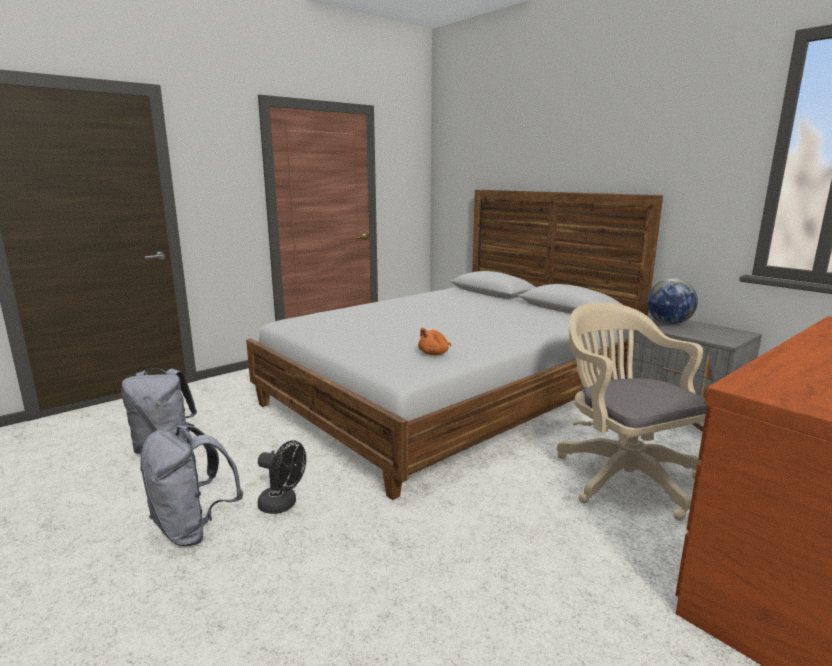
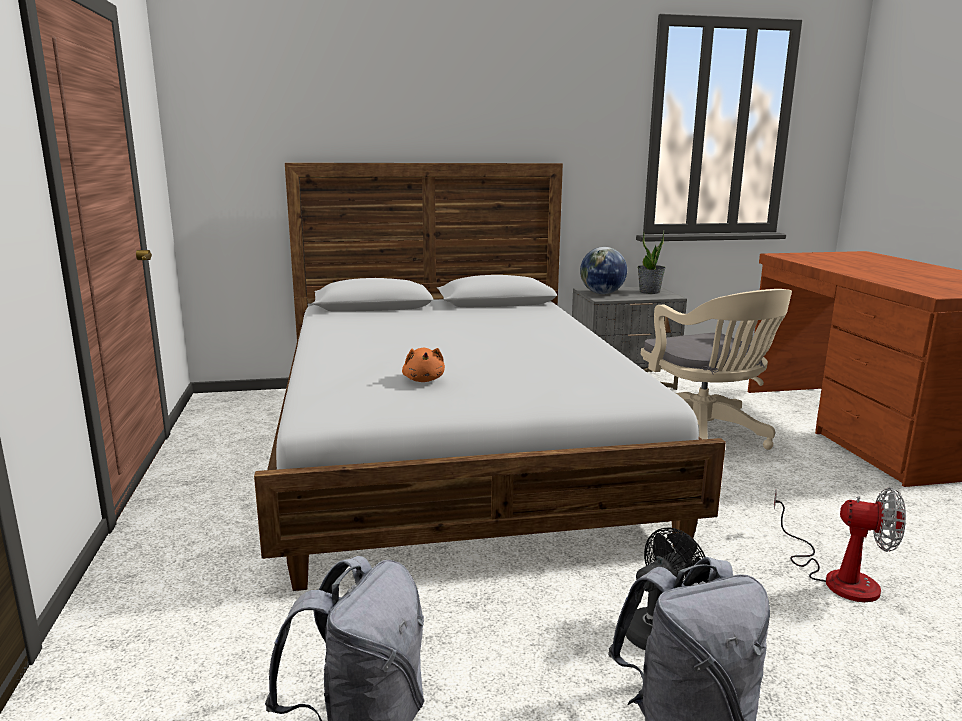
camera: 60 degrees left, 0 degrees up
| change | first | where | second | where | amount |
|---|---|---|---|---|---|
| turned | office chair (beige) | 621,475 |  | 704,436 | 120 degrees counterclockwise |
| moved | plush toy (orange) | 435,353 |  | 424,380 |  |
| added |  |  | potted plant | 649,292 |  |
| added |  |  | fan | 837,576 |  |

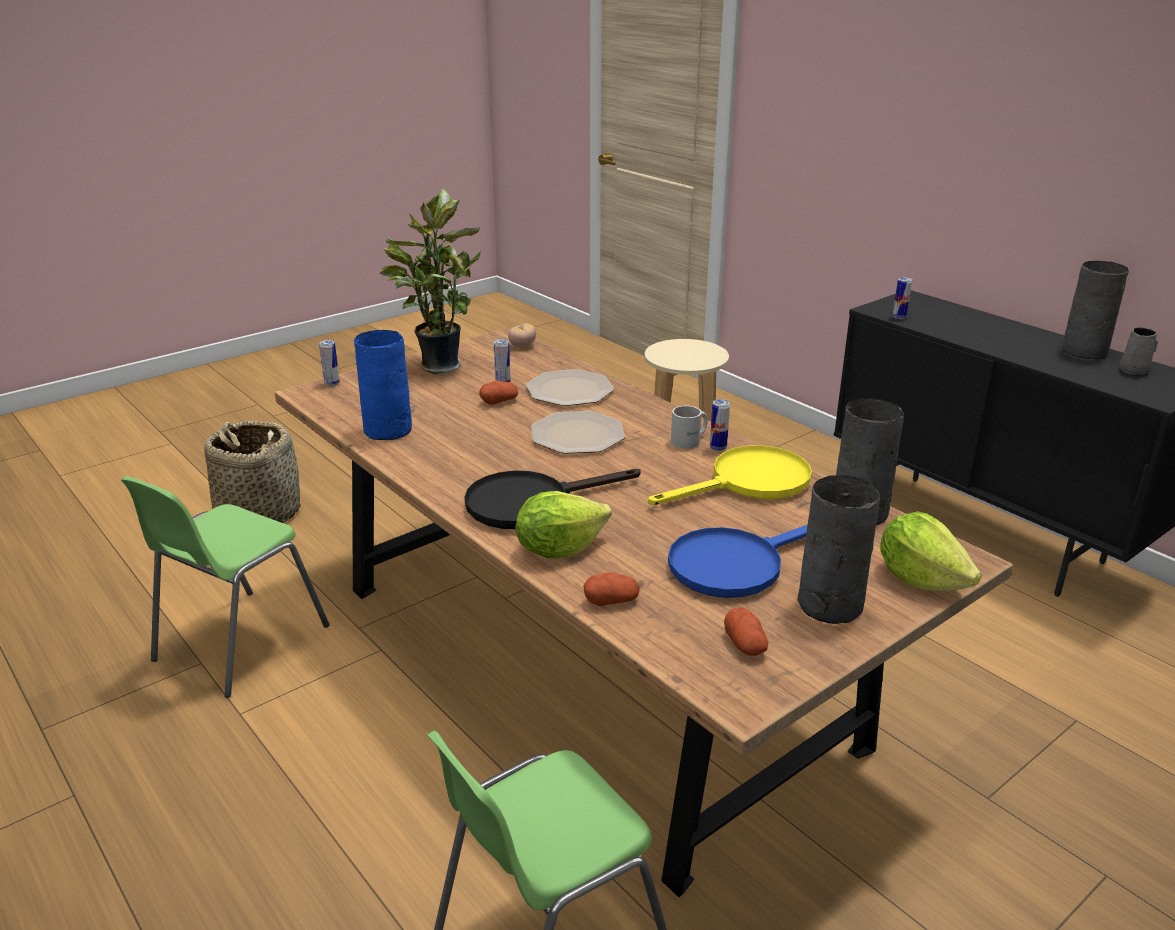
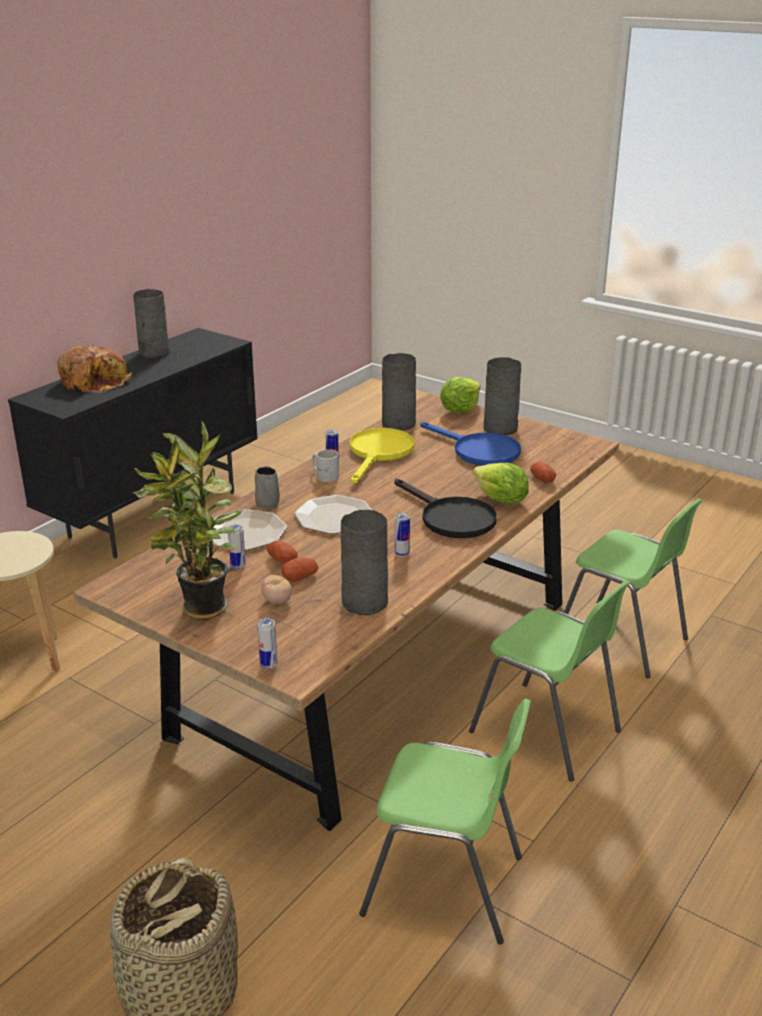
camera: 105 degrees left, 0 degrees up
| change | first | where | second | where | amount |
|---|---|---|---|---|---|
| moved | can | 899,317 |  | 402,554 |  |
| moved | tomato | 522,346 |  | 277,601 |  |
| moved | mug (grey) | 1134,370 |  | 266,503 |  |
| recoloured | vase (blue) | 388,430 | vase (grey) | 366,602 |  |
| turned | frying pan (yellow) | 749,483 |  | 379,453 | 60 degrees clockwise |
| moved | potato | 745,644 |  | 300,577 |  |
| added |  |  | bread | 95,381 |  |
| added |  |  | chair (green) | 546,732 |  |

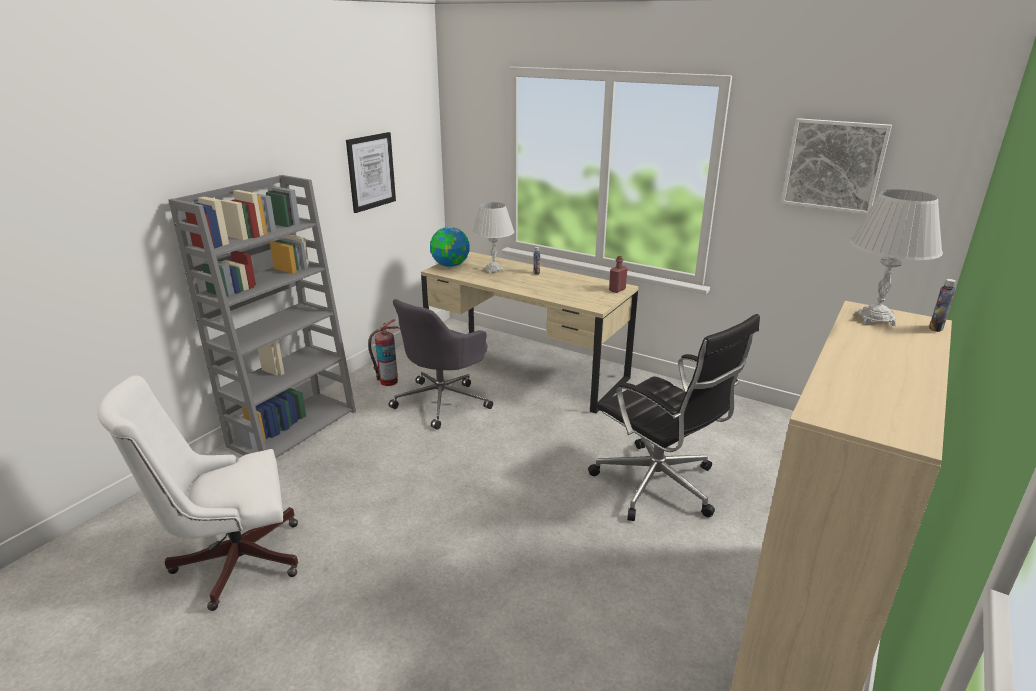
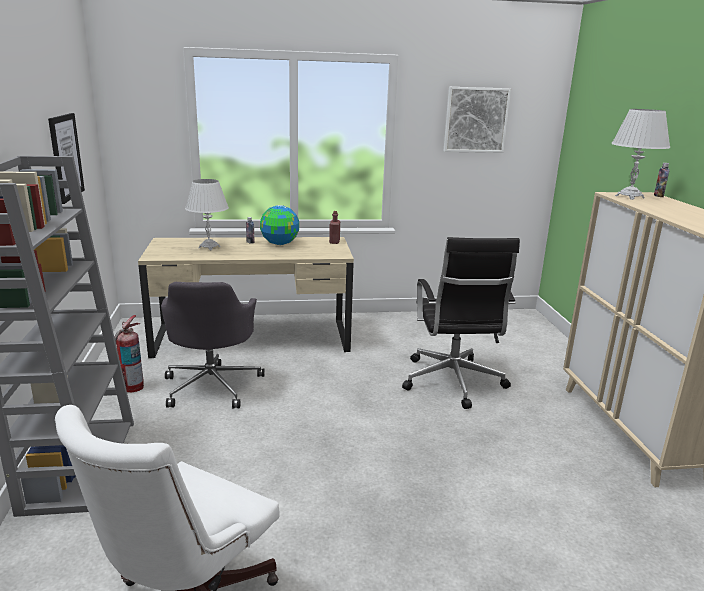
camera: 40 degrees left, 5 degrees down
| change | first | where | second | where | amount |
|---|---|---|---|---|---|
| moved | globe | 450,265 |  | 280,244 |  |
| turned | office chair (black) | 659,486 |  | 453,382 | 75 degrees clockwise |

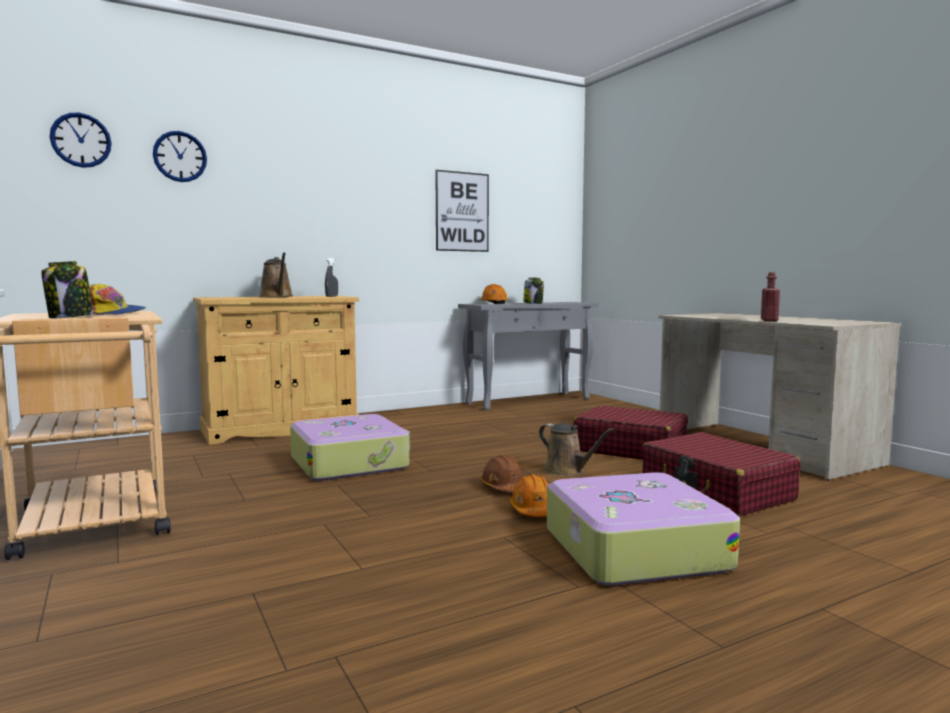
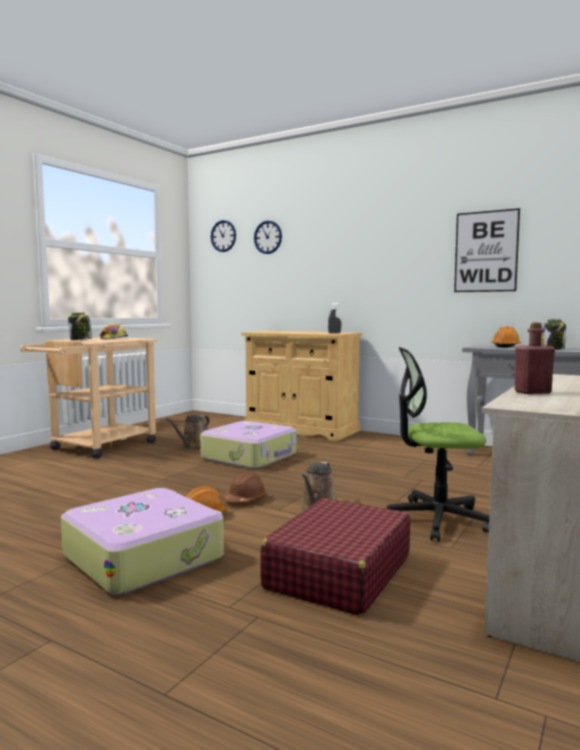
camera: 60 degrees right, 0 degrees up
| change | first | where | second | where | amount |
|---|---|---|---|---|---|
| moved | watering can (brown) | 277,297 |  | 193,446 |  |
| replaced | suitcase (red) | 629,449 | office chair | 436,519 |  |

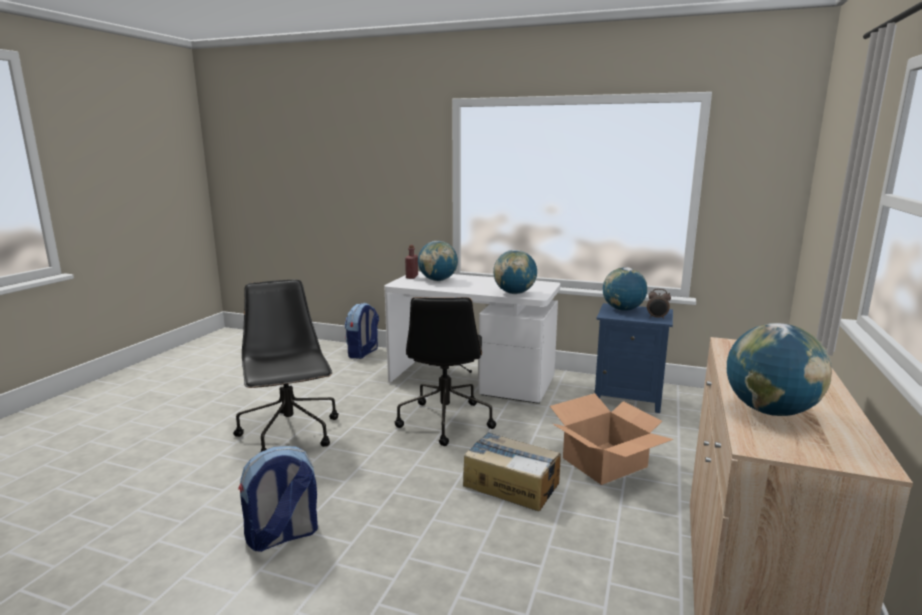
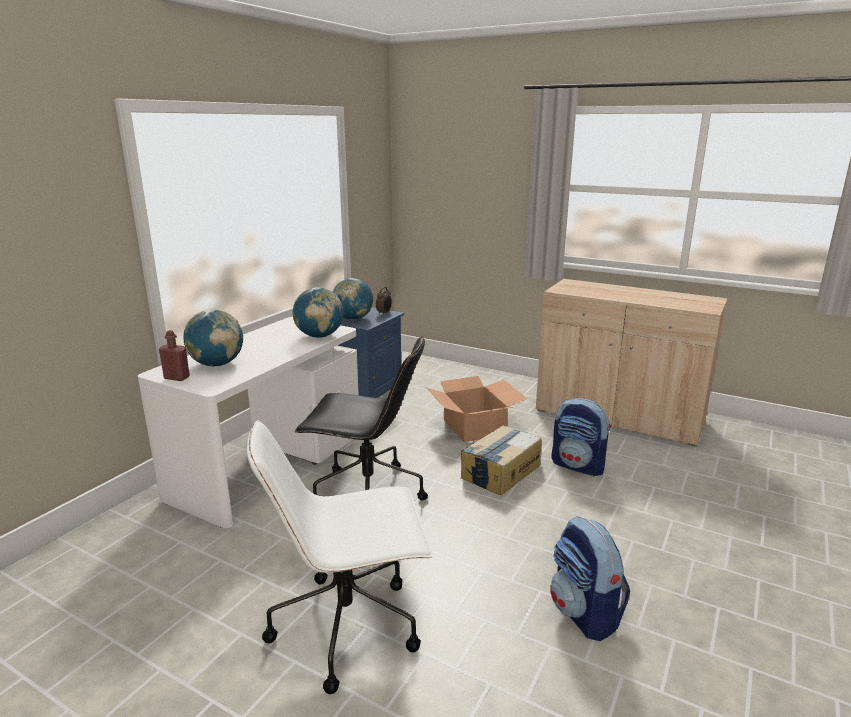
camera: 80 degrees left, 5 degrees up
| change | first | where | second | where | amount |
|---|---|---|---|---|---|
| recoloured | office chair (black) | 290,434 | office chair (white) | 349,625 |  |
| moved | backpack | 363,353 |  | 578,466 |  |
| removed | globe | 770,411 |  |  |  |

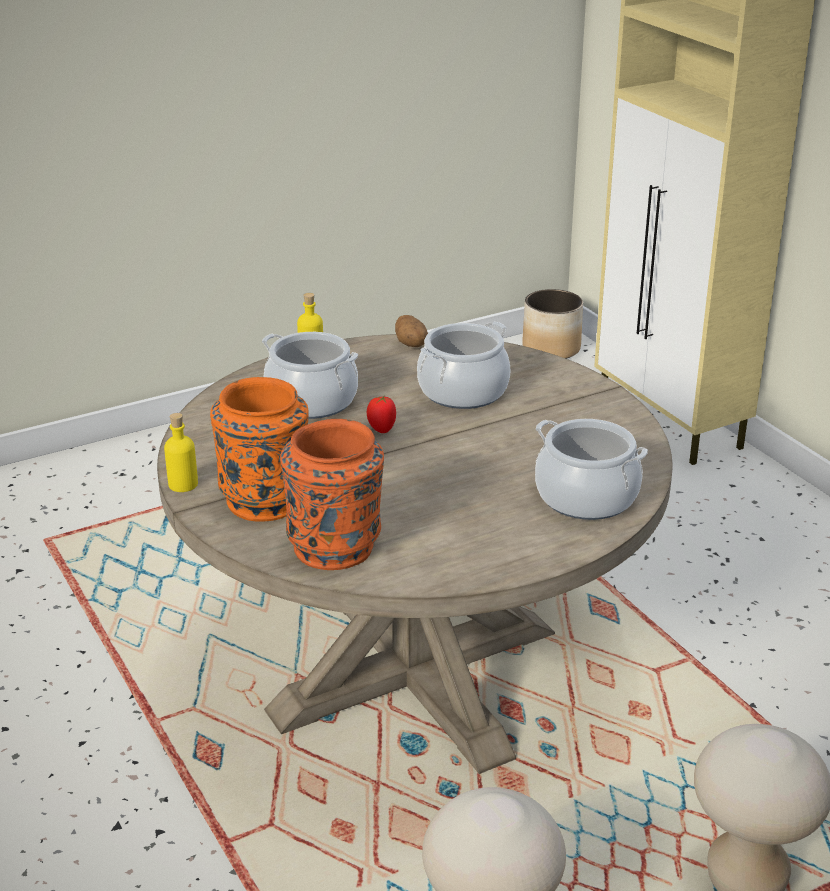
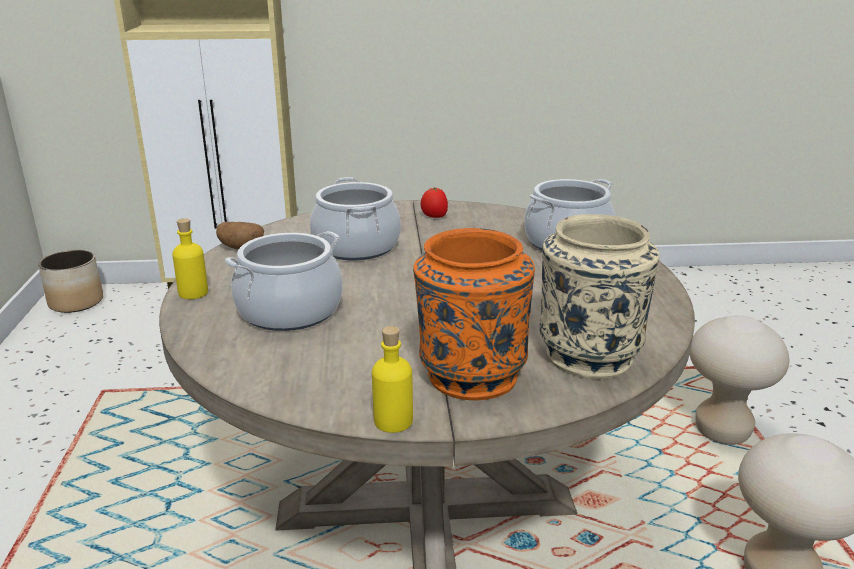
camera: 65 degrees left, 5 degrees down
| change | first | where | second | where | amount |
|---|---|---|---|---|---|
| moved | tomato | 381,429 |  | 434,217 |  |
| recoloured | vase (orange) | 335,547 | vase (beige) | 588,355 |  |

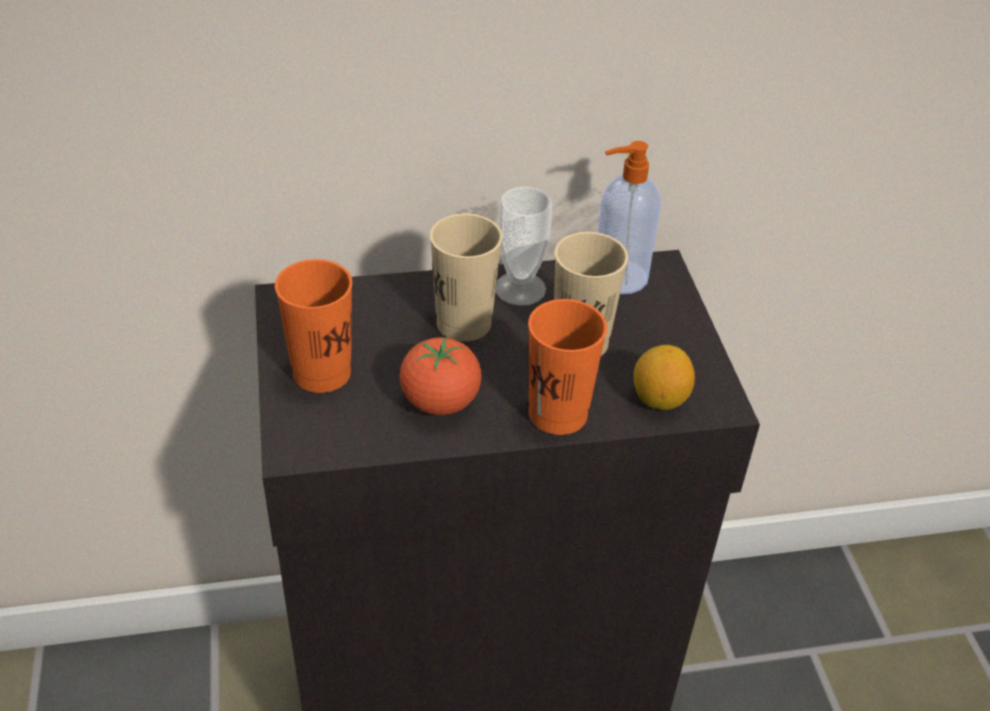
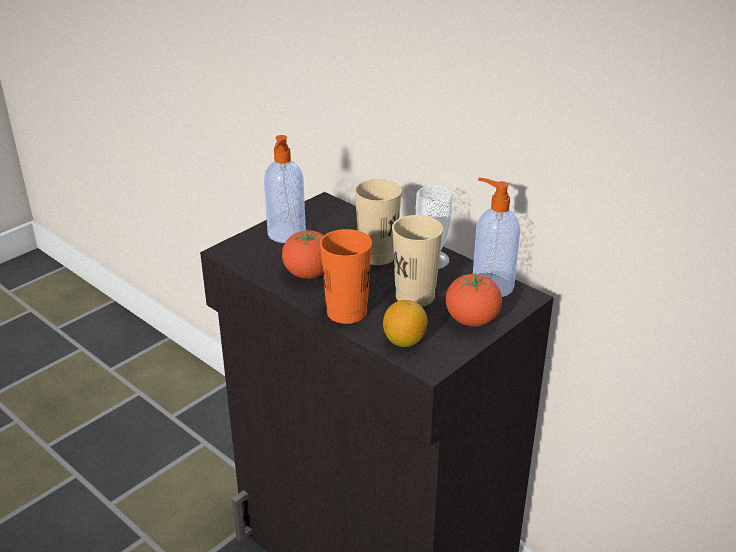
camera: 55 degrees right, 10 degrees down
| change | first | where | second | where | amount |
|---|---|---|---|---|---|
| replaced | cup (orange) | 322,373 | soap dispenser | 286,234 |  |
| added |  |  | tomato | 472,320 |  |

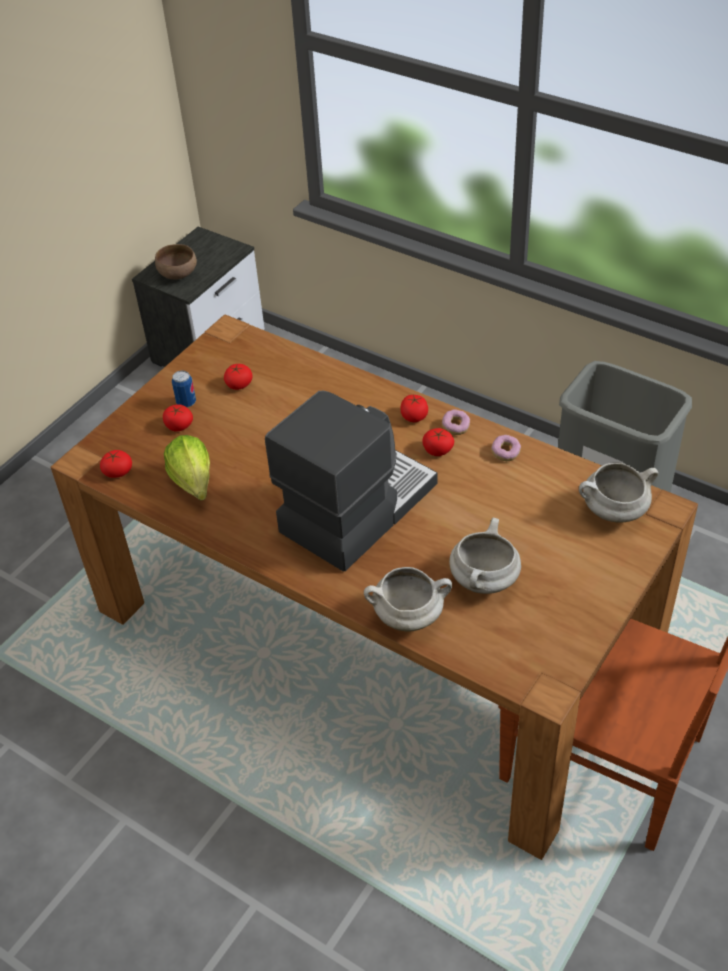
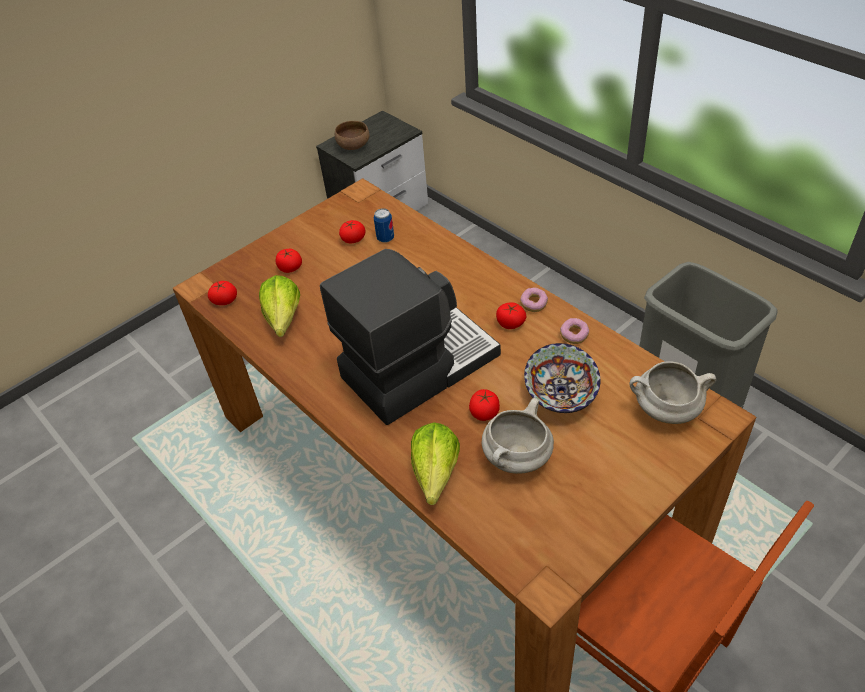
camera: 15 degrees right, 0 degrees up
| change | first | where | second | where | amount |
|---|---|---|---|---|---|
| moved | can | 186,403 |  | 385,238 |  |
| moved | tomato | 414,416 |  | 484,412 |  |
| replaced | cooking pot (white) | 409,616 | lettuce | 433,480 |  |
| added |  |  | bowl | 561,393 |  |

